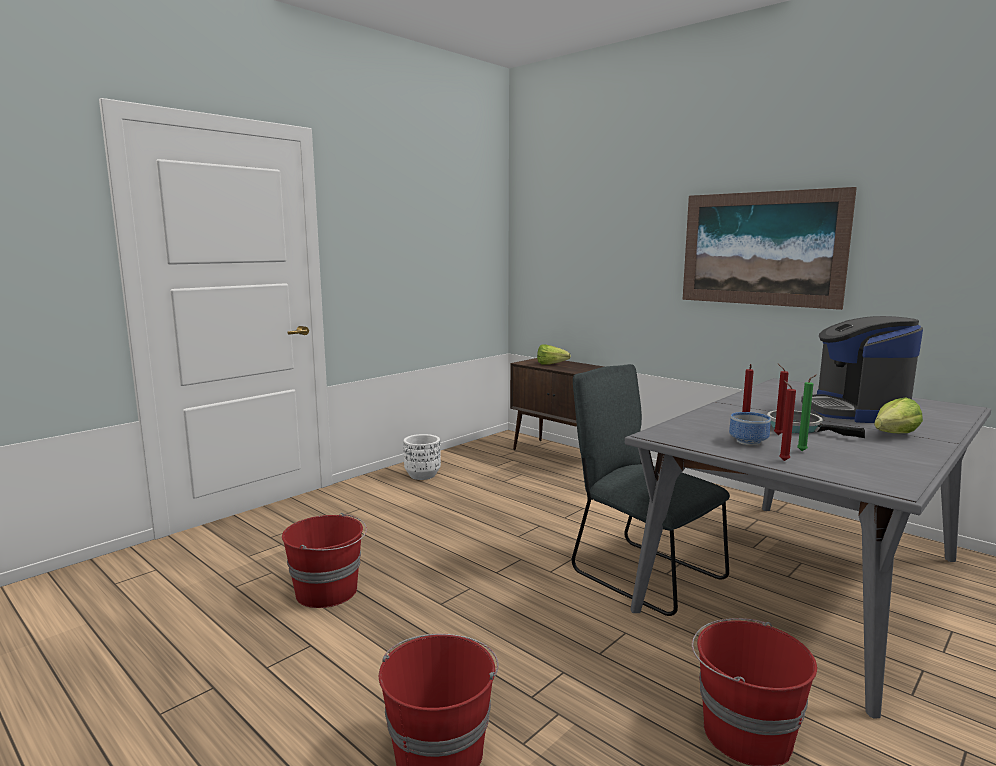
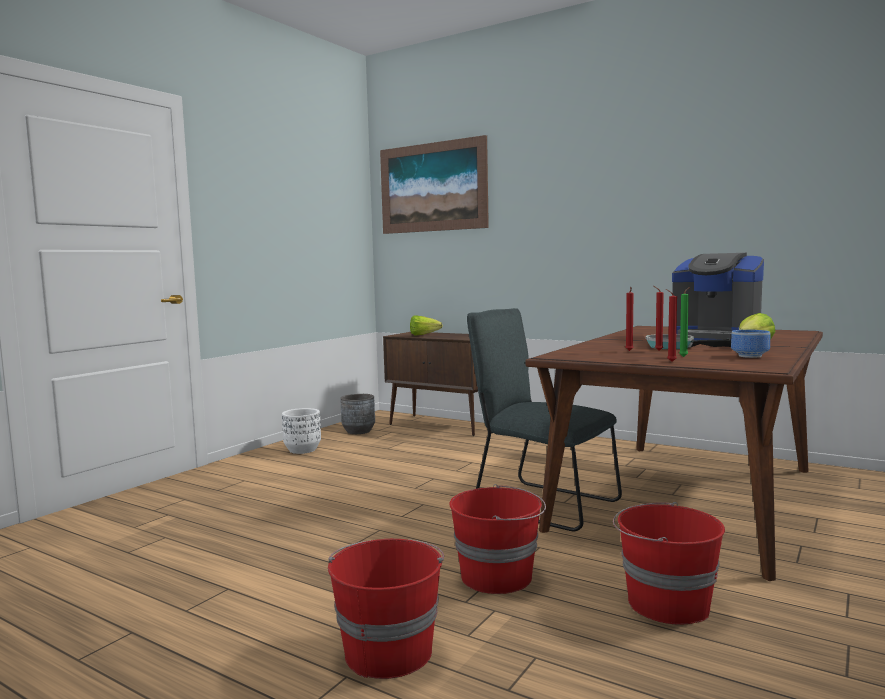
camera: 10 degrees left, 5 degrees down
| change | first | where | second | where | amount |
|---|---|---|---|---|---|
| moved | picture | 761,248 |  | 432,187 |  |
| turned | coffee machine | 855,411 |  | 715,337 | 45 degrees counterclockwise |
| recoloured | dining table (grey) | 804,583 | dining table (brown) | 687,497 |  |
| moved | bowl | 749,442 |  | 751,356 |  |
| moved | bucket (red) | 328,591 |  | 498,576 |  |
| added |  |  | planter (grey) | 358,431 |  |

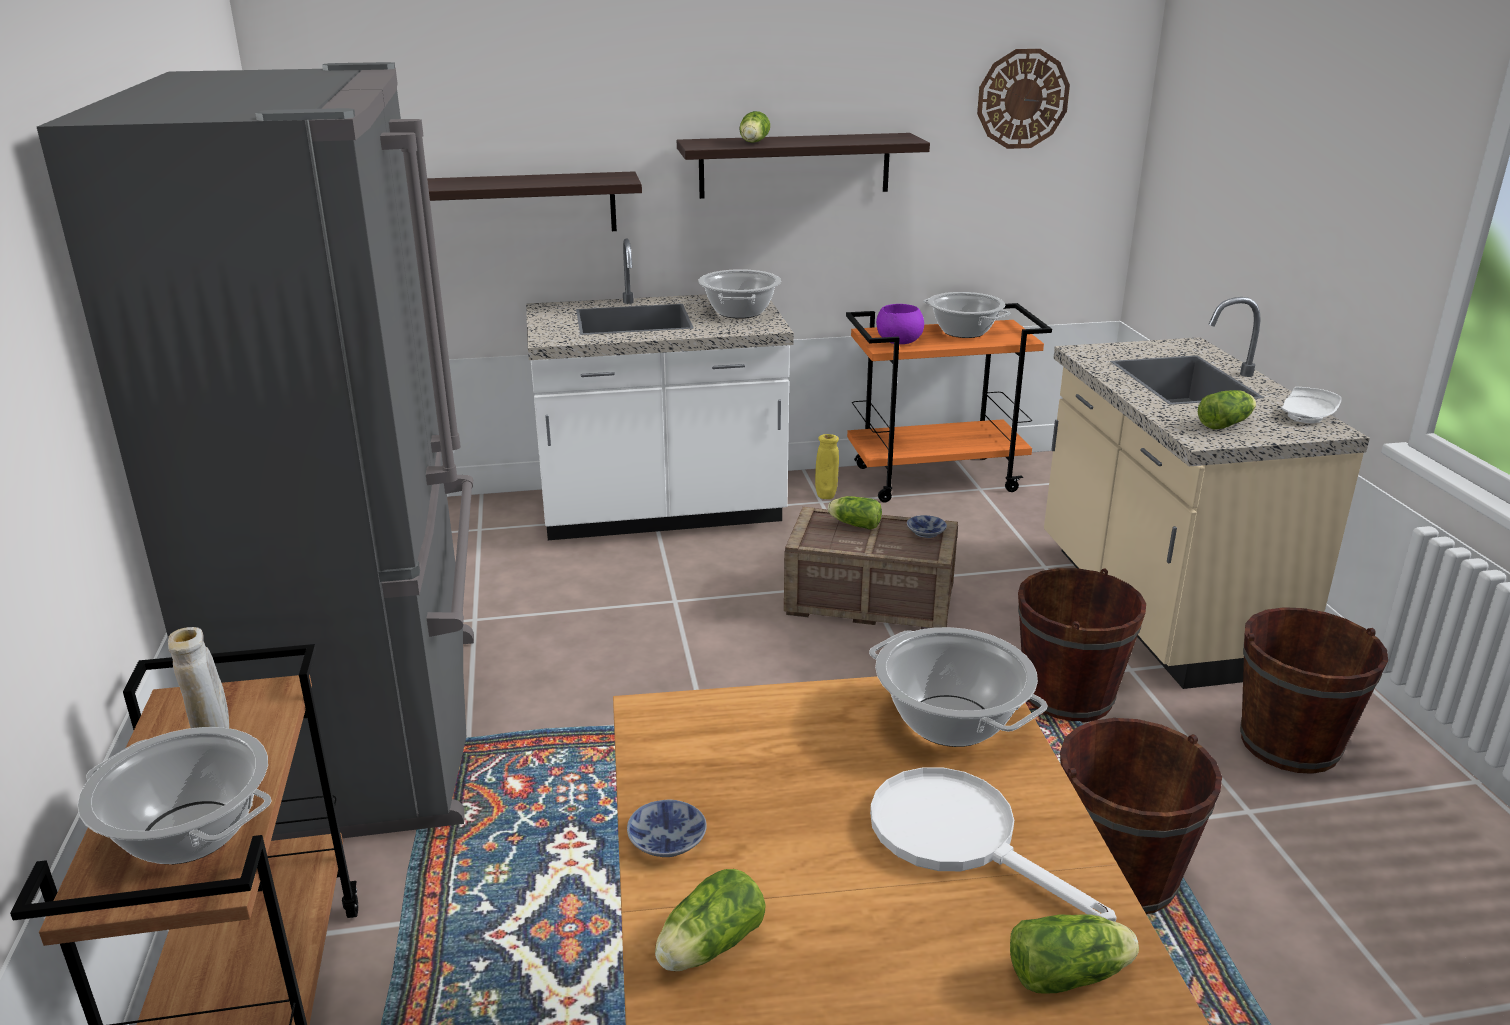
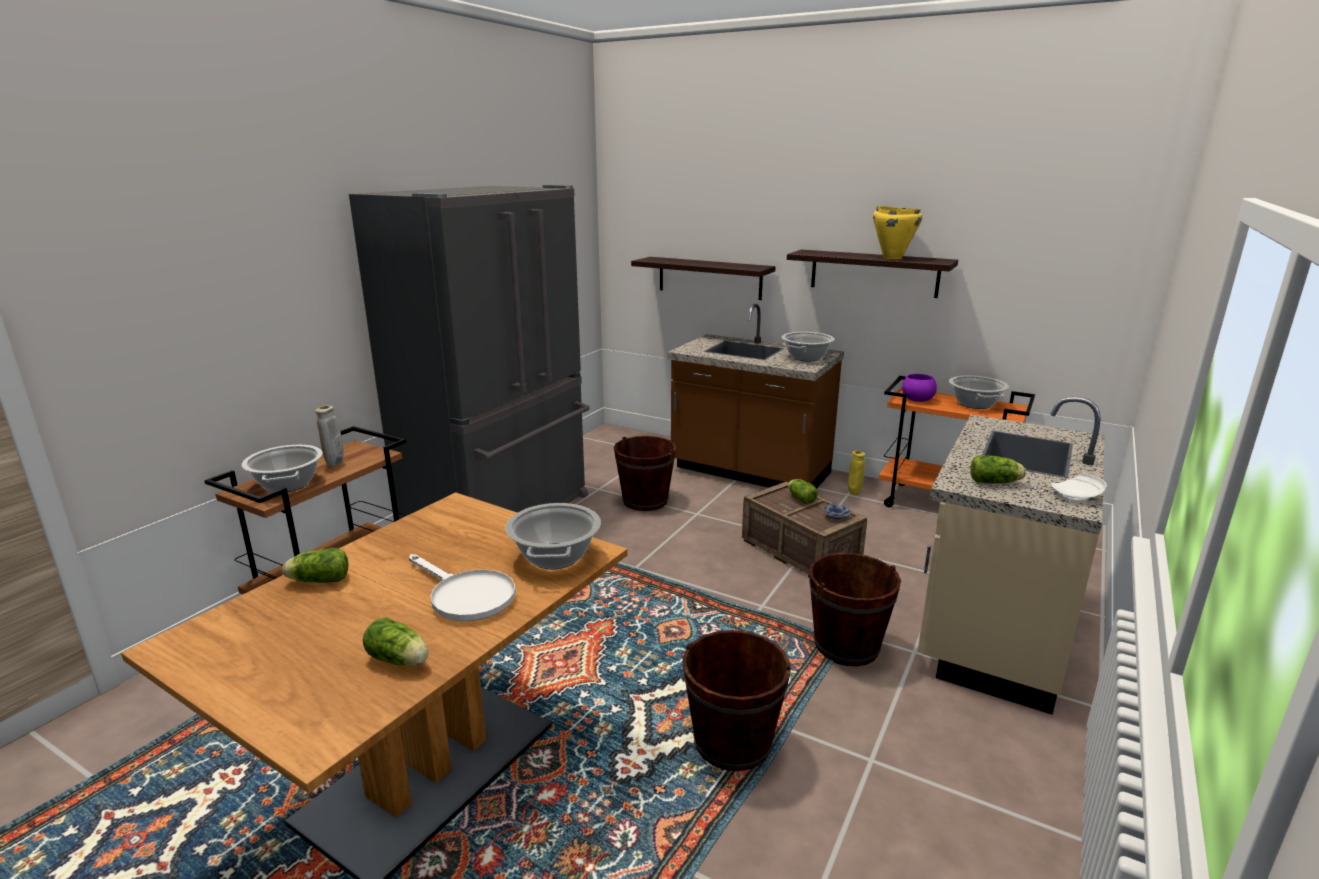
camera: 40 degrees right, 5 degrees down
| change | first | where | second | where | amount |
|---|---|---|---|---|---|
| removed | wall clock | 1022,99 |  |  |  |
| removed | lettuce | 753,142 |  |  |  |
| recoloured | counter (white) | 662,513 | counter (brown) | 750,472 |  |
| moved | bucket (brown) | 1289,744 |  | 645,501 |  |
| turned | frying pan (white) | 960,838 |  | 465,596 | 135 degrees clockwise |
| removed | bowl | 664,841 |  |  |  |
| added |  |  | cooking pot (yellow) | 892,258 |  |

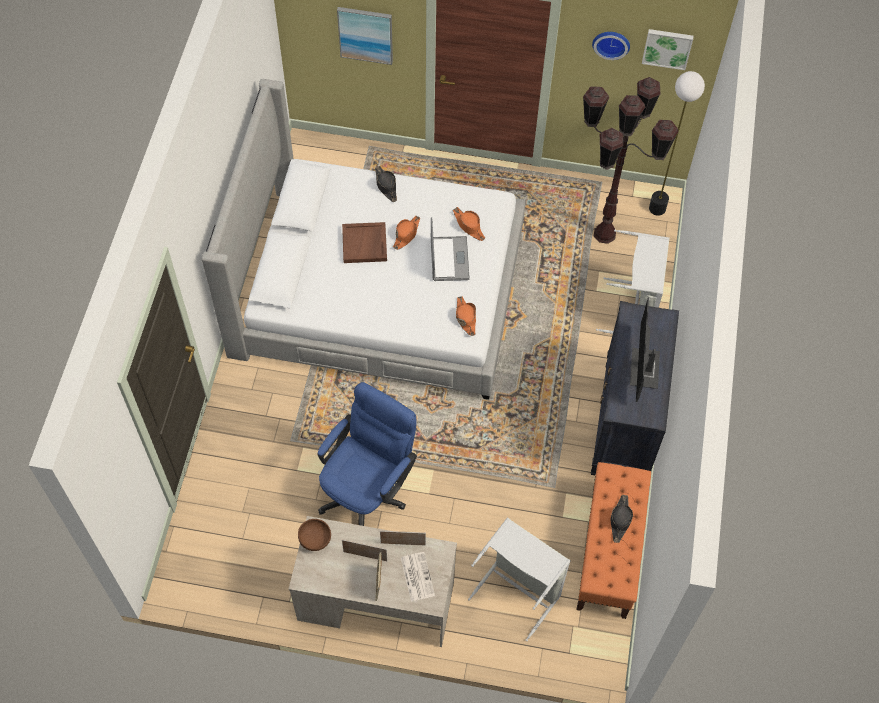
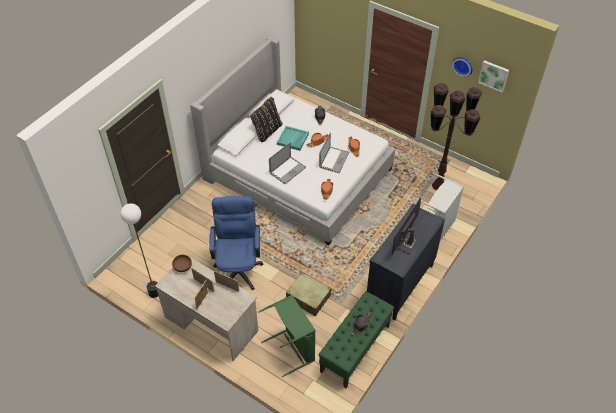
camera: 25 degrees right, 10 degrees down
| change | first | where | second | where | amount |
|---|---|---|---|---|---|
| removed | picture | 365,34 |  |  |  |
| moved | floor lamp | 657,208 |  | 154,292 |  |
| recoloured | tray (brown) | 365,244 | tray (turquoise) | 293,139 |  |
| turned | office chair (blue) | 368,490 |  | 238,267 | 60 degrees counterclockwise |
| recoloured | bench (orange) | 609,552 | bench (green) | 355,349 |  |
| recoloured | laundry basket (grey) | 519,590 | laundry basket (green) | 293,349 |  |
| removed | newspaper | 417,576 |  |  |  |
| added |  |  | pillow (black) | 267,131 |  |
| added |  |  | laptop | 287,170 |  |
| added |  |  | suitcase (beige) | 308,297 |  |

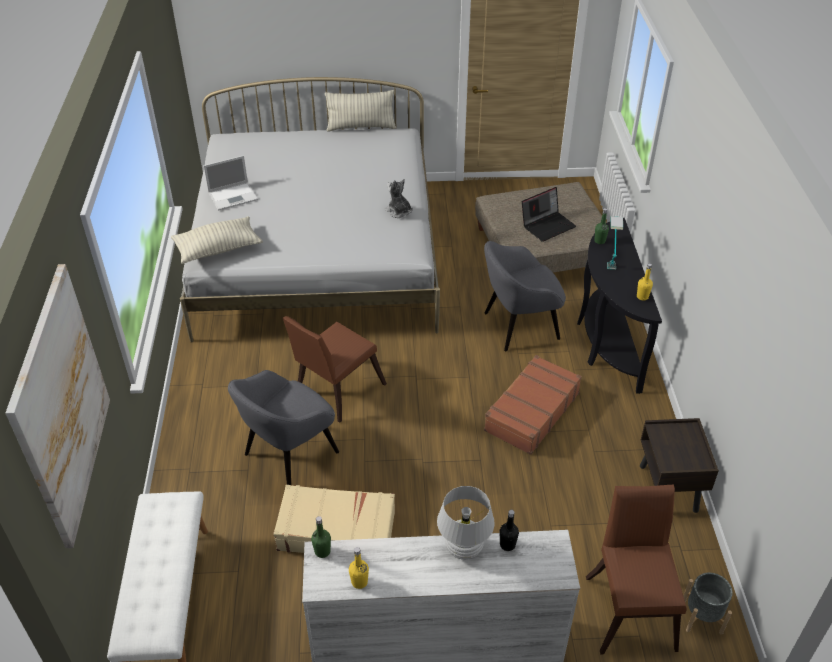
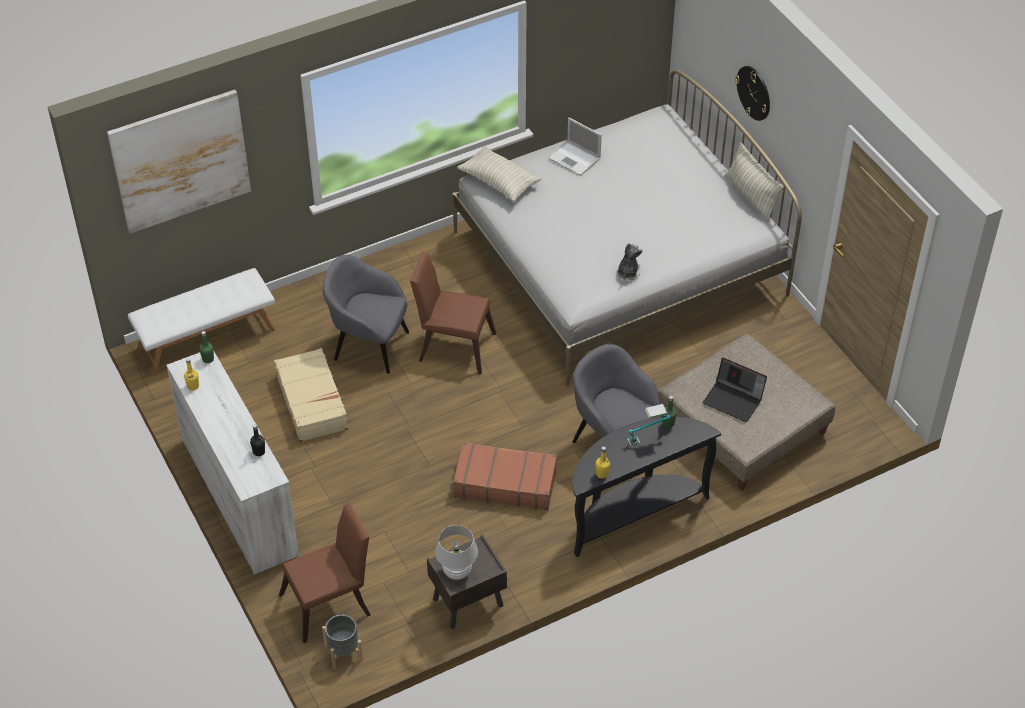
camera: 65 degrees right, 5 degrees up
| change | first | where | second | where | amount |
|---|---|---|---|---|---|
| moved | table lamp (white) | 463,549 |  | 457,572 |  |
| added |  |  | wall clock | 754,92 |  |

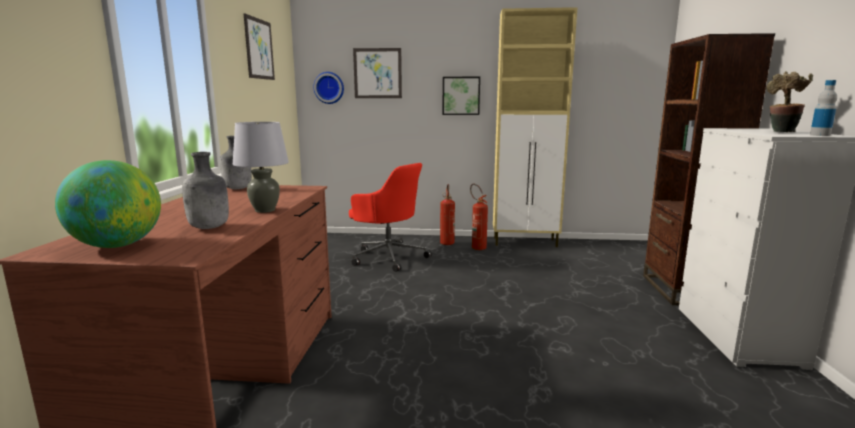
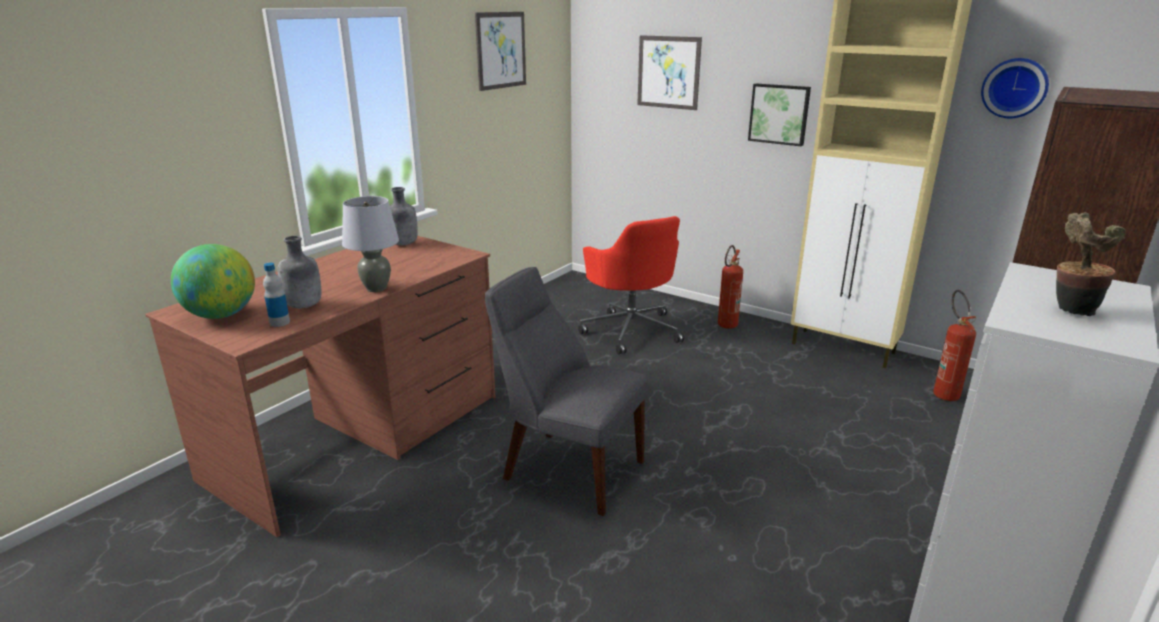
camera: 30 degrees right, 10 degrees up
| change | first | where | second | where | amount |
|---|---|---|---|---|---|
| moved | wall clock | 329,88 |  | 1014,88 |  |
| moved | bottle | 820,135 |  | 280,322 |  |
| moved | fire extinguisher | 476,247 |  | 943,392 |  |
| added |  |  | chair (grey) | 568,468 |  |

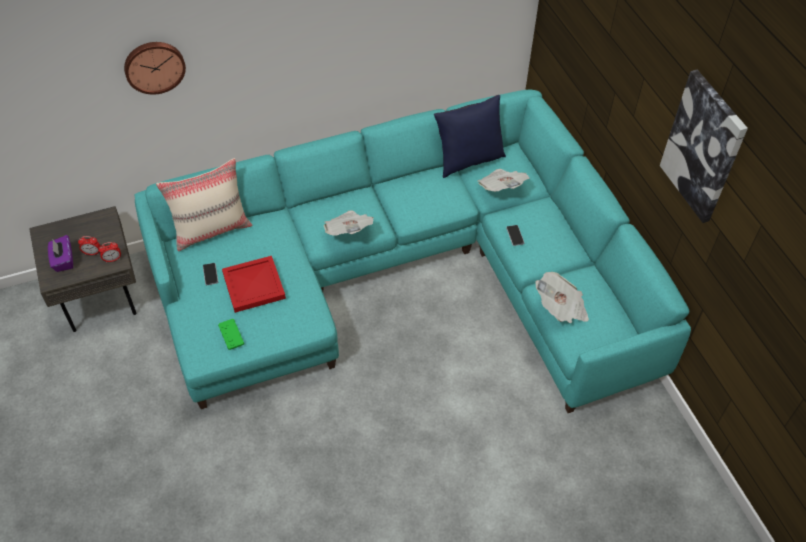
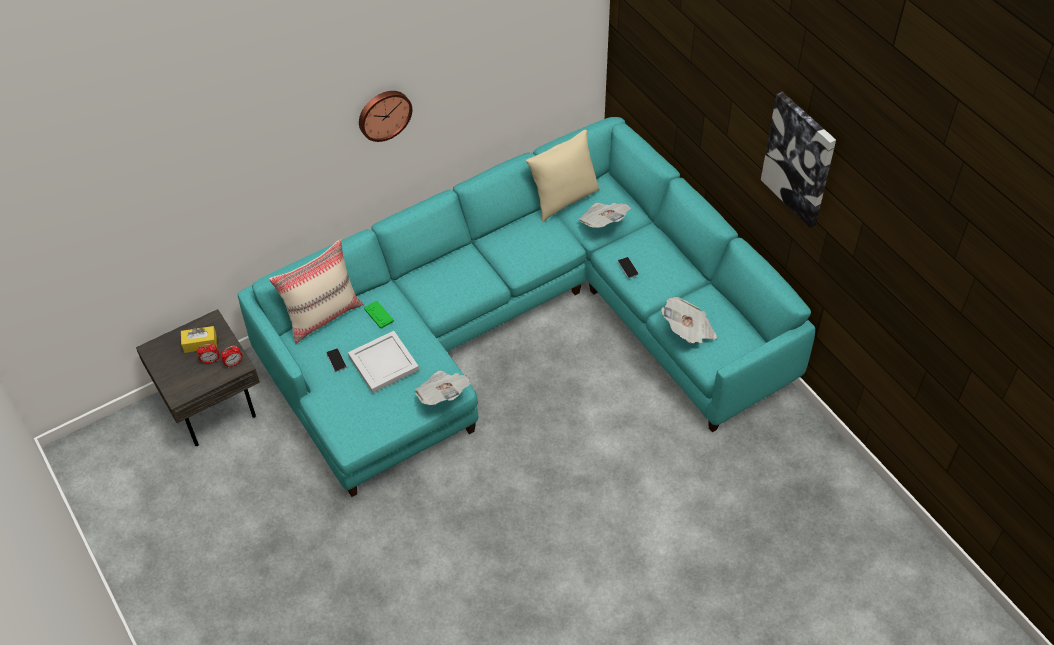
camera: 10 degrees left, 0 degrees up
| change | first | where | second | where | amount |
|---|---|---|---|---|---|
| moved | wall clock | 154,66 |  | 384,114 |  |
| recoloured | pillow (blue) | 468,160 | pillow (beige) | 563,199 |  |
| moved | newspaper | 348,232 |  | 442,395 |  |
| removed | tissue box (purple) | 63,260 |  |  |  |
| recoloured | tray (red) | 252,285 | tray (white) | 382,363 |  |
| moved | game controller (green) | 231,334 |  | 379,315 |  |
| added |  |  | tissue box (yellow) | 200,343 |  |

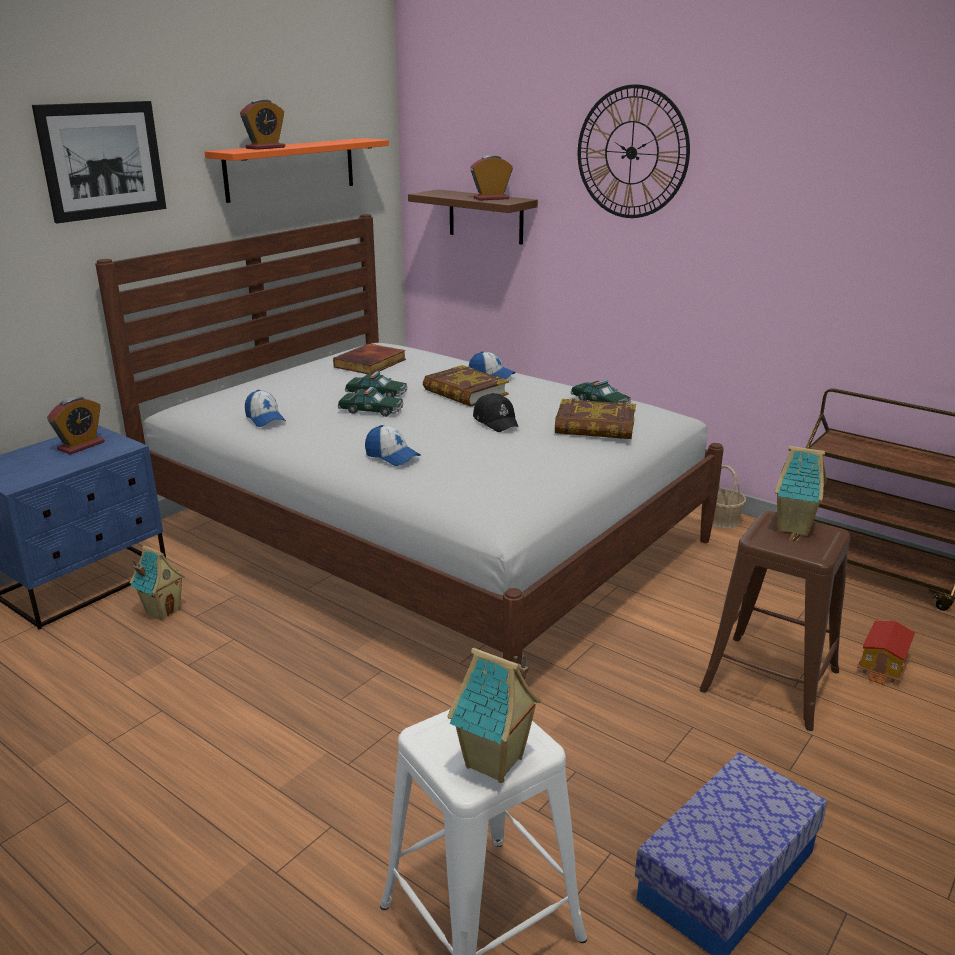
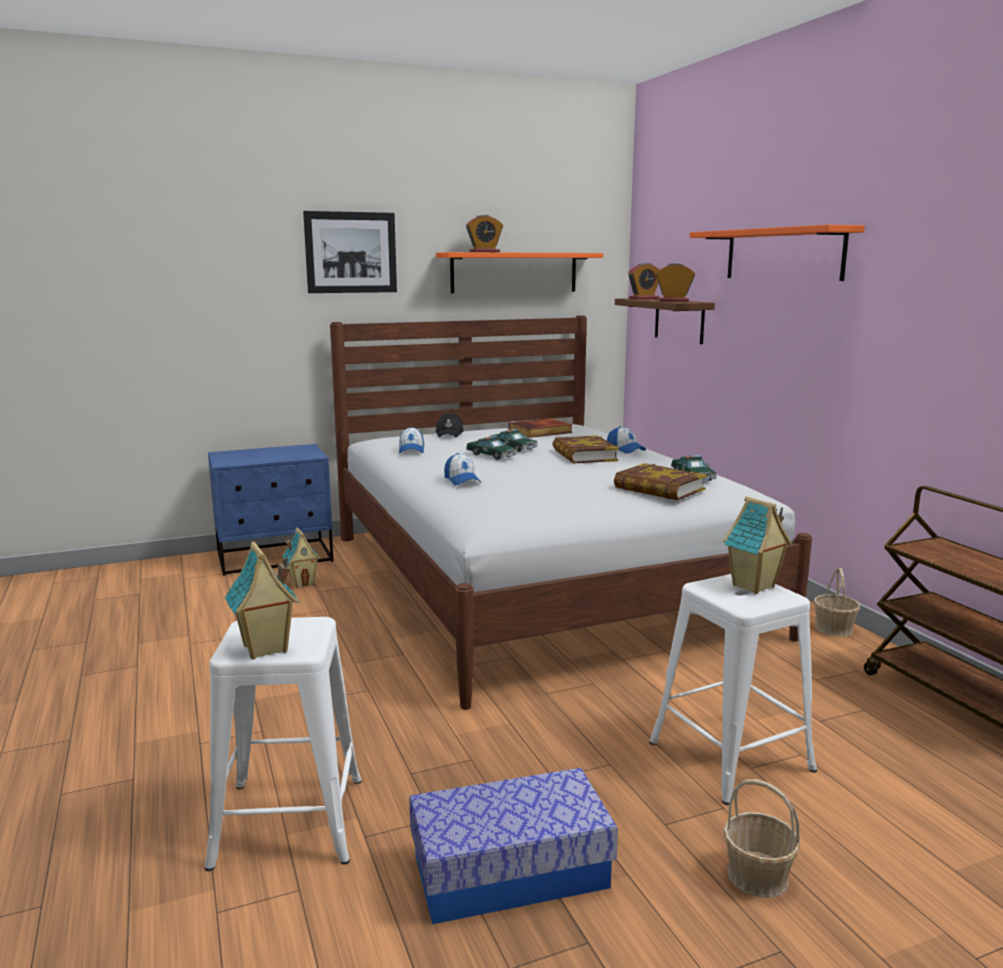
camera: 30 degrees right, 10 degrees down
| change | first | where | second | where | amount |
|---|---|---|---|---|---|
| replaced | wall clock | 631,153 | shelf (orange) | 783,254 |  |
| moved | cap (black) | 496,421 |  | 450,433 |  |
| moved | alarm clock | 81,446 |  | 643,298 |  |
| recoloured | stool (brown) | 770,680 | stool (white) | 731,756 |  |
| removed | toy house | 883,667 |  |  |  |
| added |  |  | basket | 758,876 |  |

